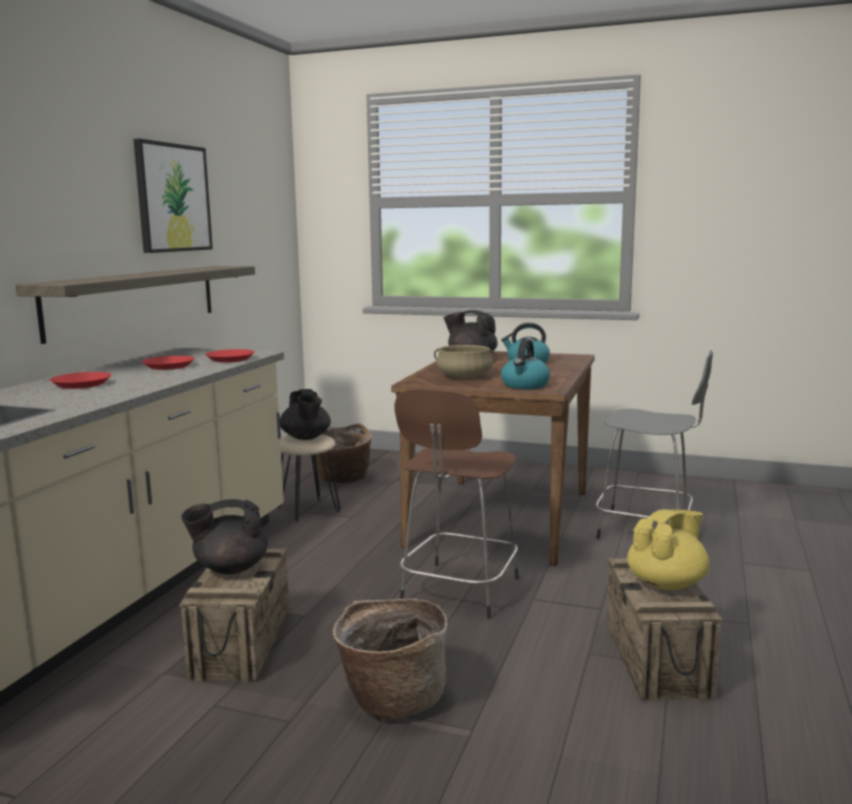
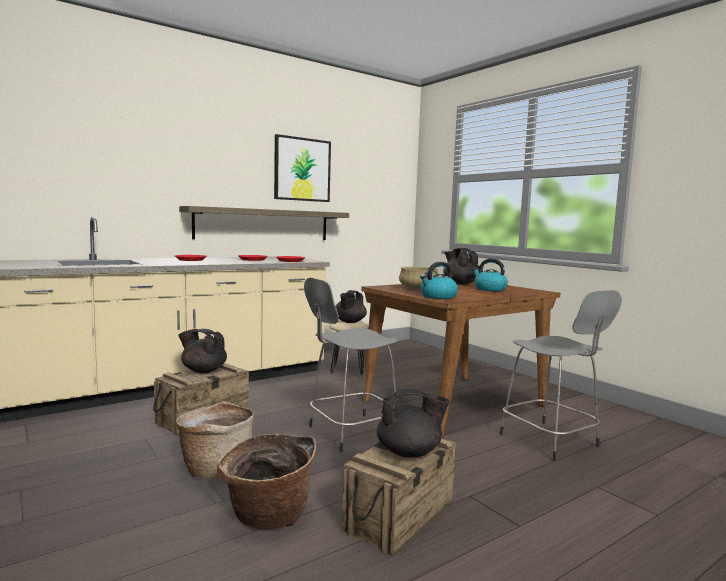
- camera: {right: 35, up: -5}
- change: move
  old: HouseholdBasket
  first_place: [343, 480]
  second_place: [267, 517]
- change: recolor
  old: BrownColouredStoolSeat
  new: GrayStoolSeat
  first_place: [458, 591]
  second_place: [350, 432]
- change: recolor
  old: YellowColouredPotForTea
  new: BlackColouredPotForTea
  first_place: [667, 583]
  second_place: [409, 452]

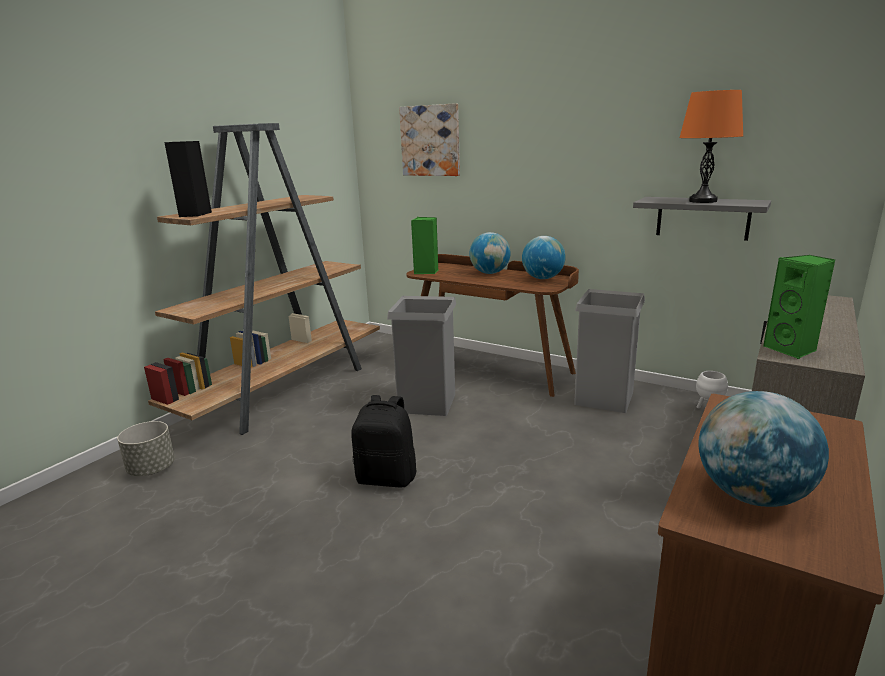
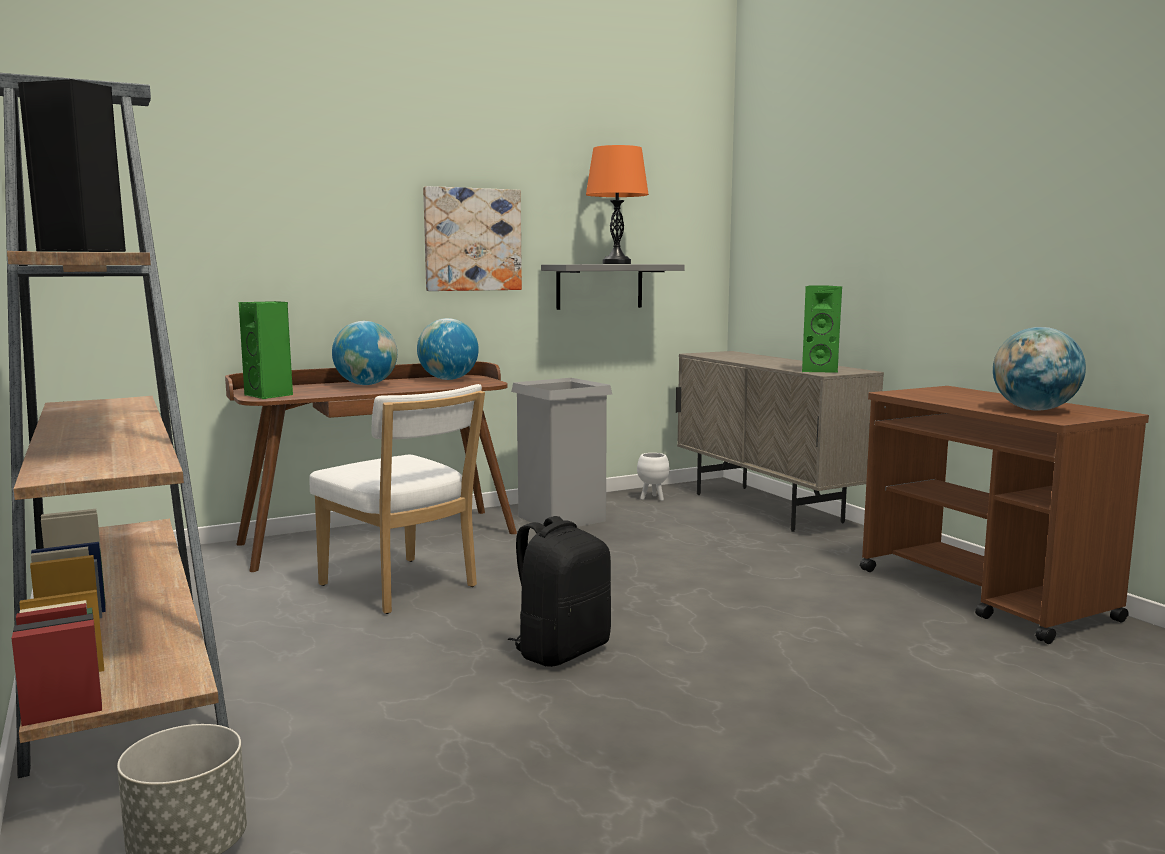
- camera: {right: -60, up: -10}
- change: replace
  old: GrayWasteBin
  new: WhitishUprightChair
  first_place: [427, 402]
  second_place: [402, 588]
- change: move
  old: WallPicture
  first_place: [430, 141]
  second_place: [472, 239]

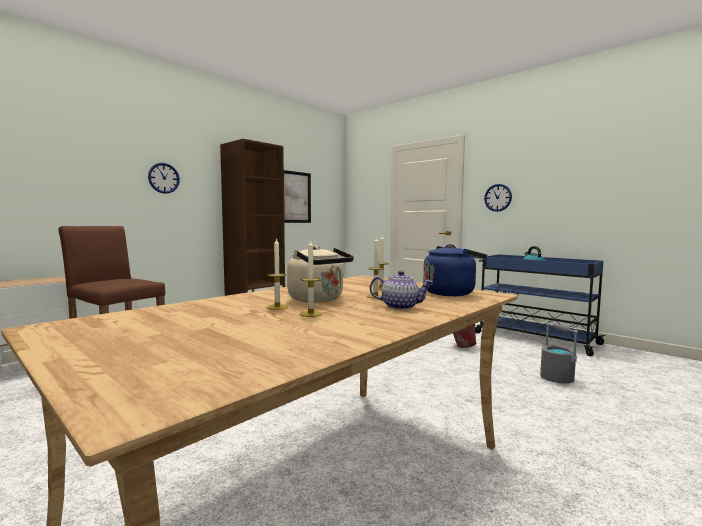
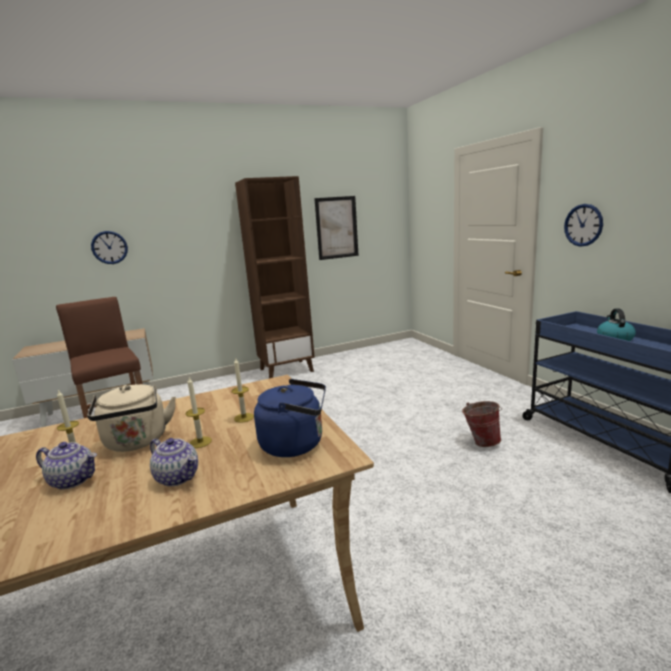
- camera: {right: 25, up: 10}
- change: replace
  old: WaxCandle
  new: PotForTea
  first_place: [310, 314]
  second_place: [73, 480]
- change: move
  old: HangingClock
  first_place: [164, 178]
  second_place: [109, 247]
- change: delete
  old: GrayWaterBucket
  first_place: [556, 379]

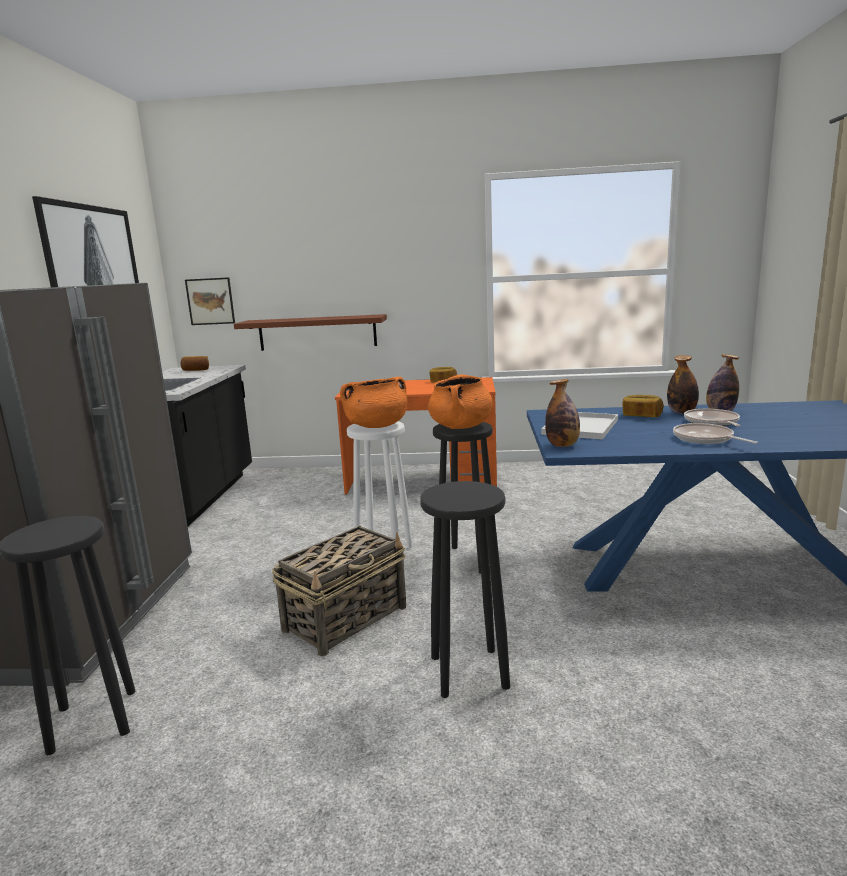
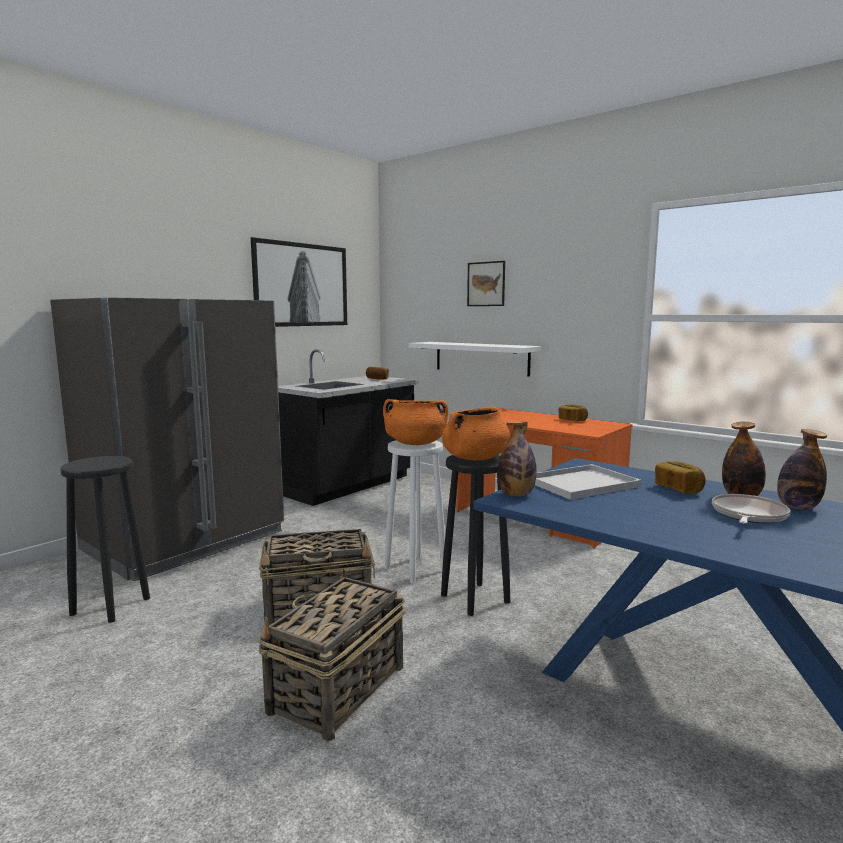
- camera: {right: 35, up: -5}
- change: replace
  old: BlackColouredStoolSeat
  new: HouseholdBasket
  first_place: [469, 672]
  second_place: [336, 690]
- change: recolor
  old: BrownColouredWallShelf
  new: WhitishWallShelf
  first_place: [317, 332]
  second_place: [481, 358]
- change: move
  old: WallPicture
  first_place: [210, 301]
  second_place: [486, 284]
- change: delete
  old: FryingPan
  first_place: [705, 439]

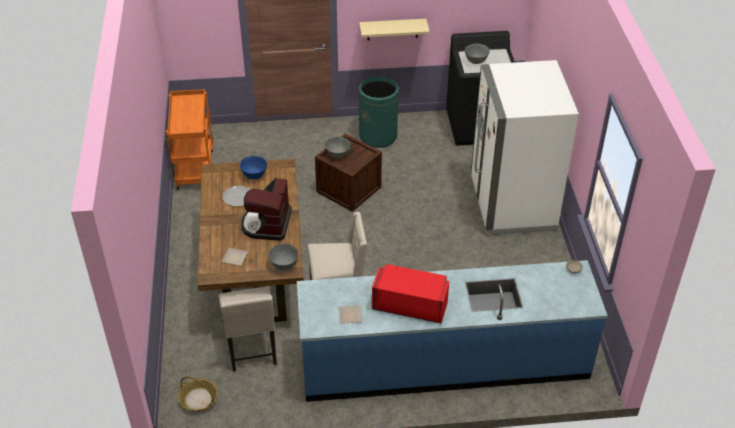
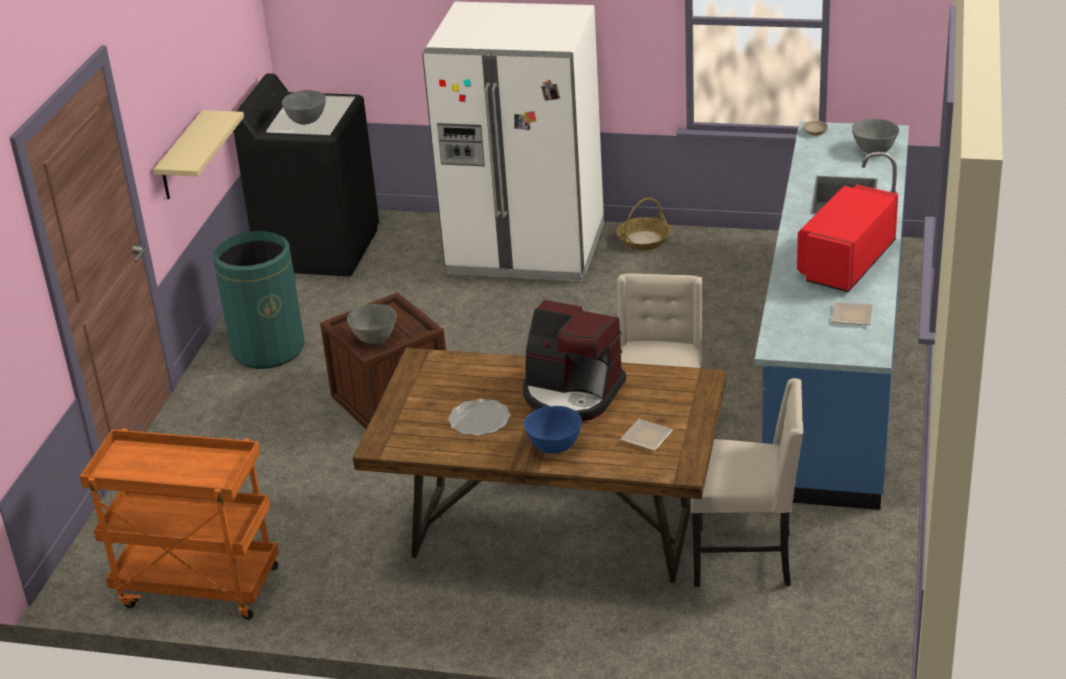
- camera: {right: -70, up: -10}
- change: move
  old: BlueDeepDish
  first_place: [254, 175]
  second_place: [554, 447]
- change: move
  old: HouseholdBasket
  first_place: [198, 399]
  second_place: [643, 240]
- change: move
  old: GrayDeepDish
  first_place: [284, 265]
  second_place: [874, 151]

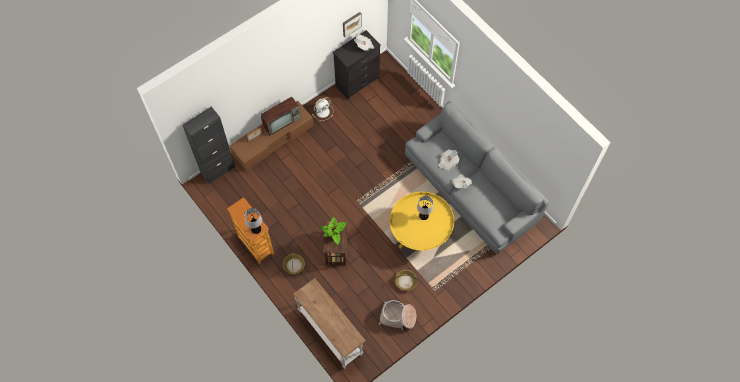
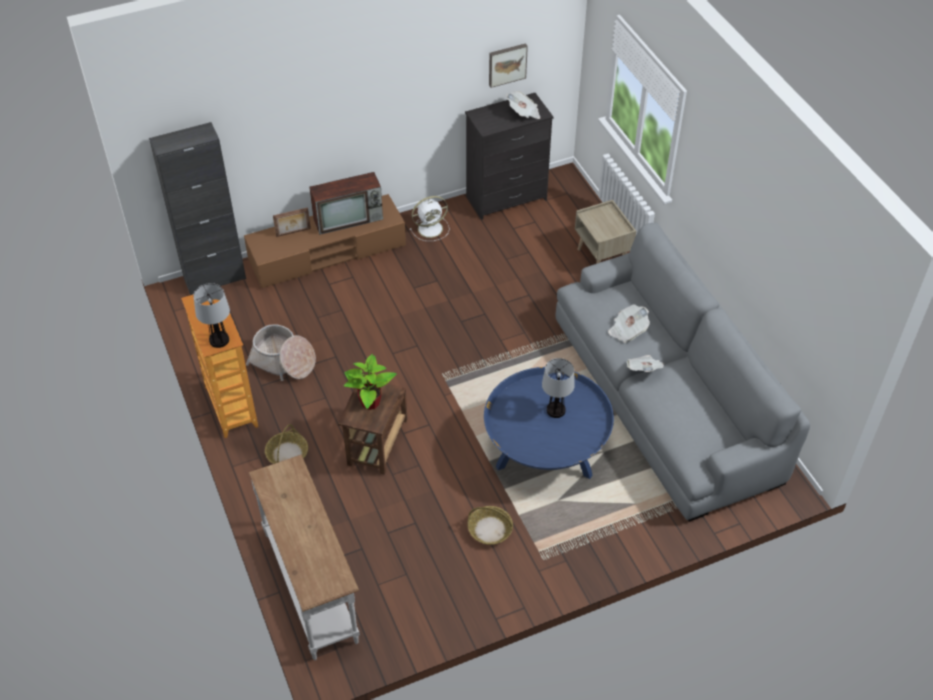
- camera: {right: 15, up: -15}
- change: move
  old: HouseholdBasket
  first_place: [398, 317]
  second_place: [283, 361]
- change: recolor
  old: YellowColouredLoungeTable
  new: BlueLoungeTable
  first_place: [420, 232]
  second_place: [545, 451]
- change: insert
  new: BeigeColouredBedsideTable
  second_place: [602, 258]

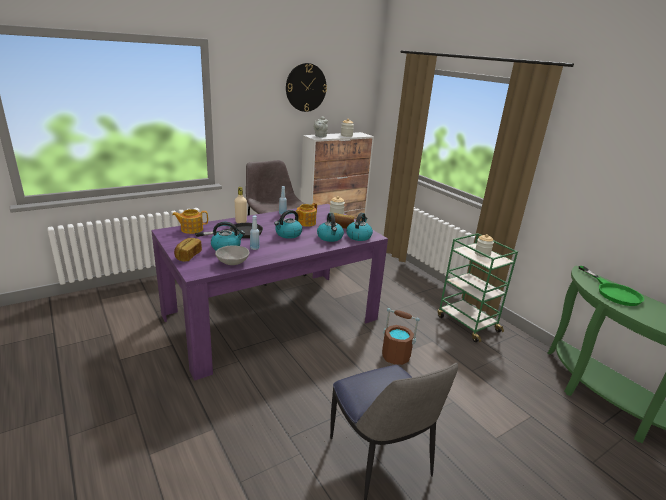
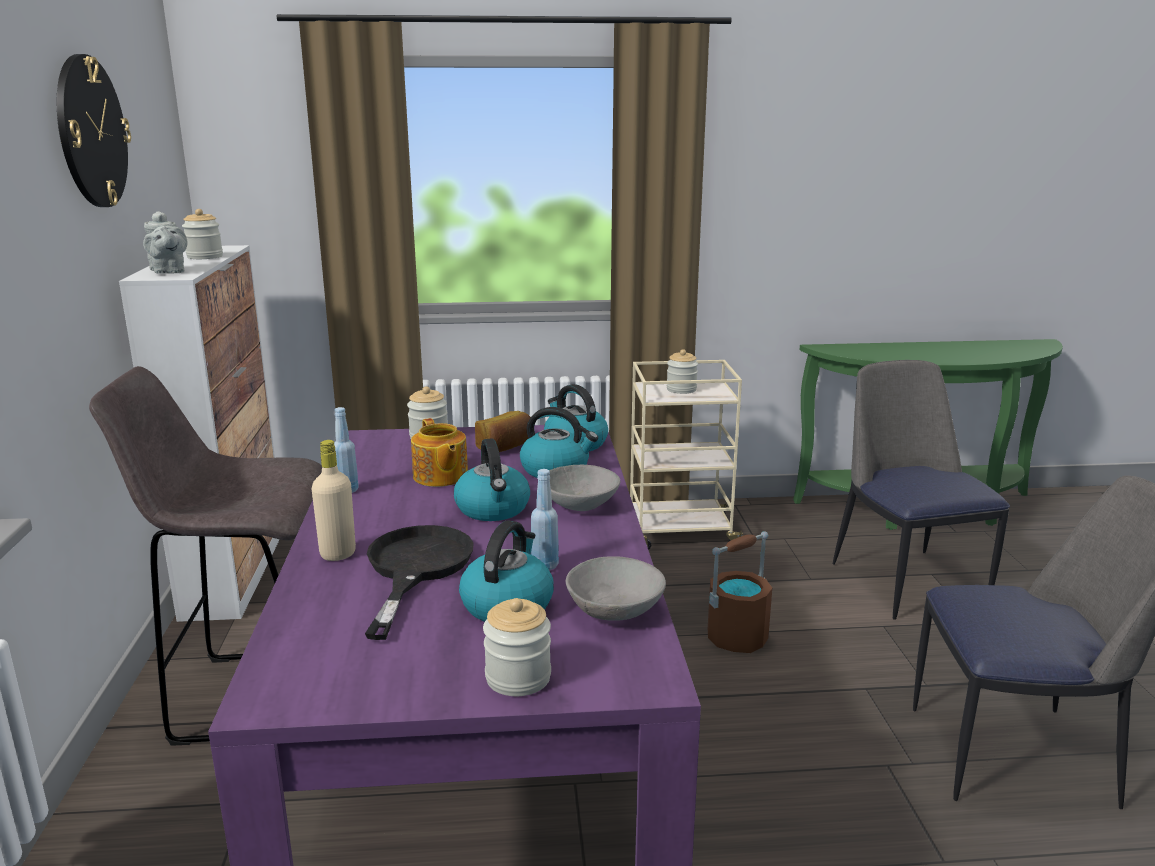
- camera: {right: -60, up: -5}
- change: replace
  old: Bread
  new: Jar
  first_place: [188, 256]
  second_place: [518, 678]
- change: insert
  new: GrayDeepDish
  second_place: [580, 505]
- change: recolor
  old: GreenishCart
  new: BeigeColouredCart
  first_place: [467, 323]
  second_place: [680, 533]
- change: insert
  new: UprightChair
  second_place: [906, 581]
- change: delete
  old: PotForTea
  first_place: [191, 229]
- change: delete
  old: GreenishFryingPan
  first_place: [613, 292]

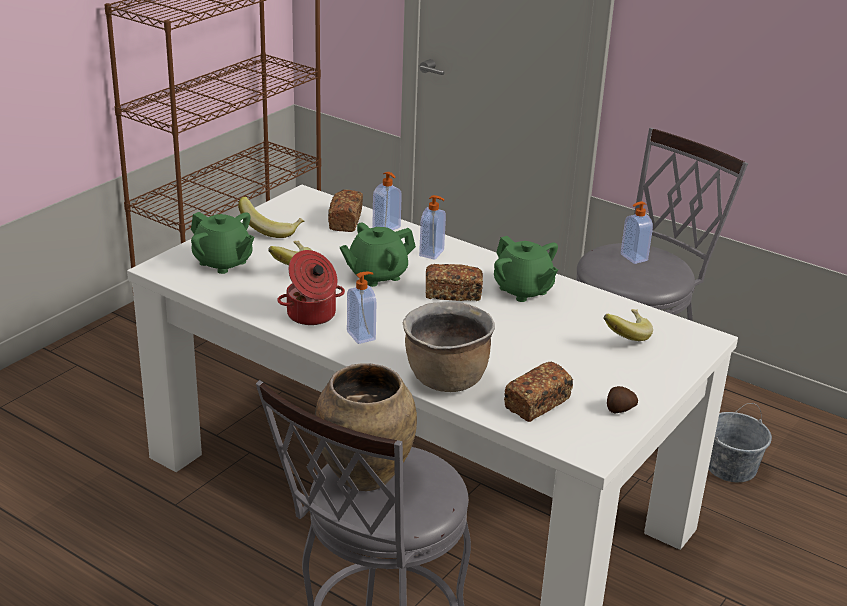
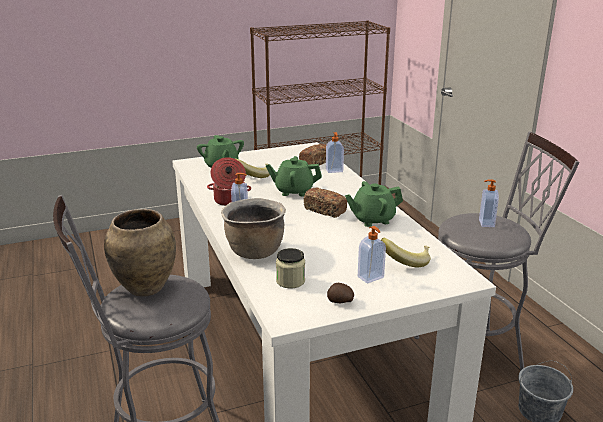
- camera: {right: 35, up: -5}
- change: replace
  old: Bread
  new: Jar
  first_place: [537, 404]
  second_place: [290, 281]
- change: rotate
  old: GreenishPotForTea
  first_place: [523, 290]
  second_place: [372, 219]
  degrees: 75
- change: move
  old: SoapBottle
  first_place: [432, 253]
  second_place: [371, 277]
- change: delete
  old: WholeBanana
  first_place: [272, 230]

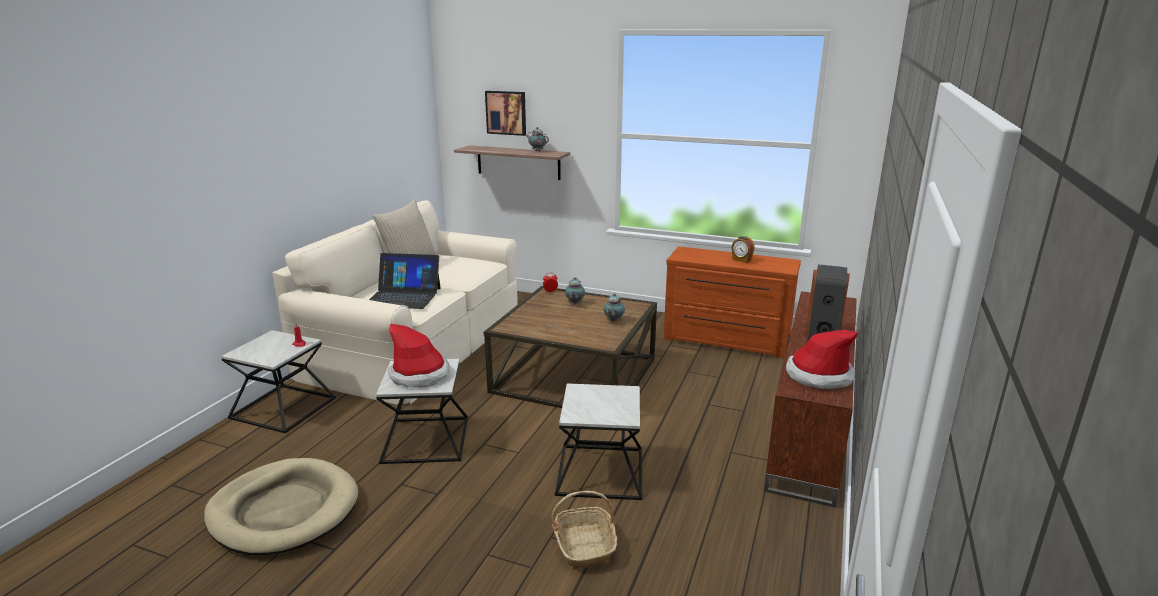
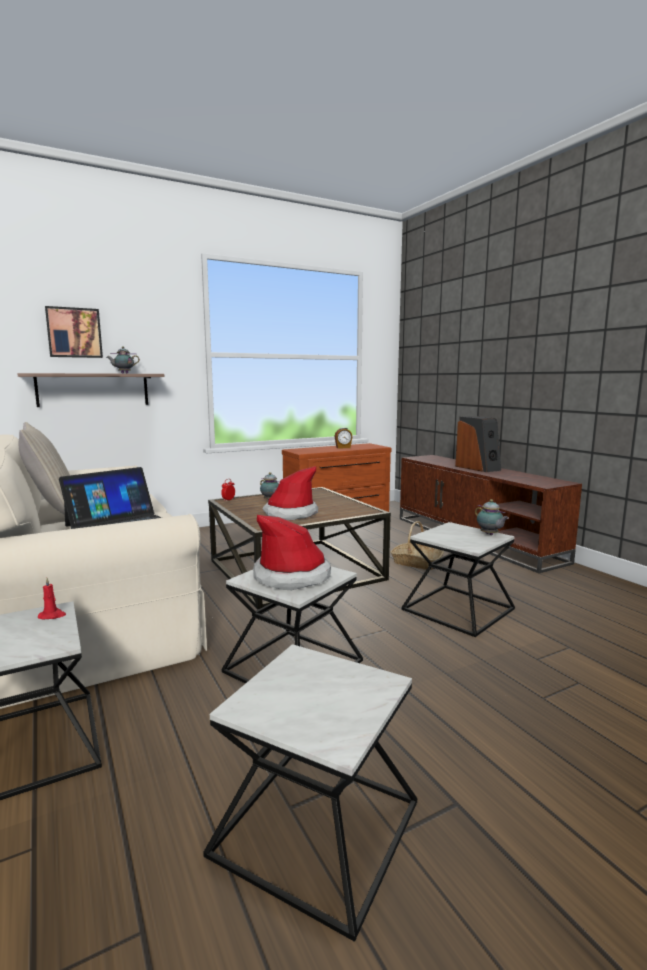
- camera: {right: -50, up: -10}
- change: replace
  old: BeigeColouredDogBed
  new: SideTable
  first_place: [284, 510]
  second_place: [315, 828]
- change: move
  old: WearableHat
  first_place: [818, 375]
  second_place: [290, 513]
- change: move
  old: HouseholdBasket
  first_place: [584, 545]
  second_place: [416, 563]
- change: move
  old: PotForTea
  first_place: [613, 321]
  second_place: [490, 534]

